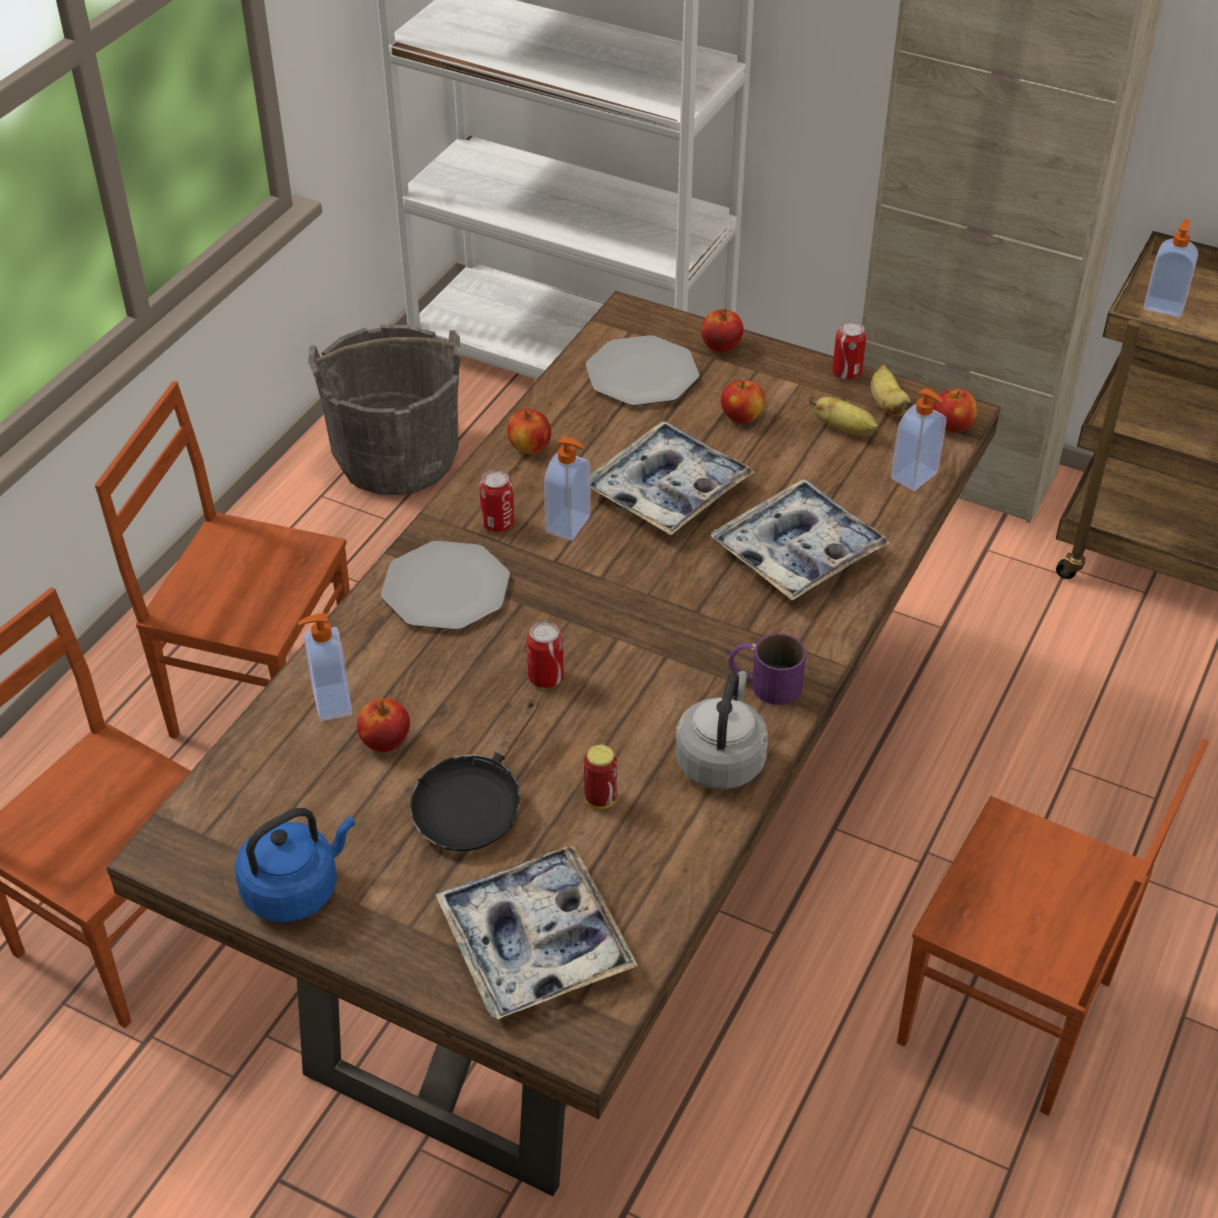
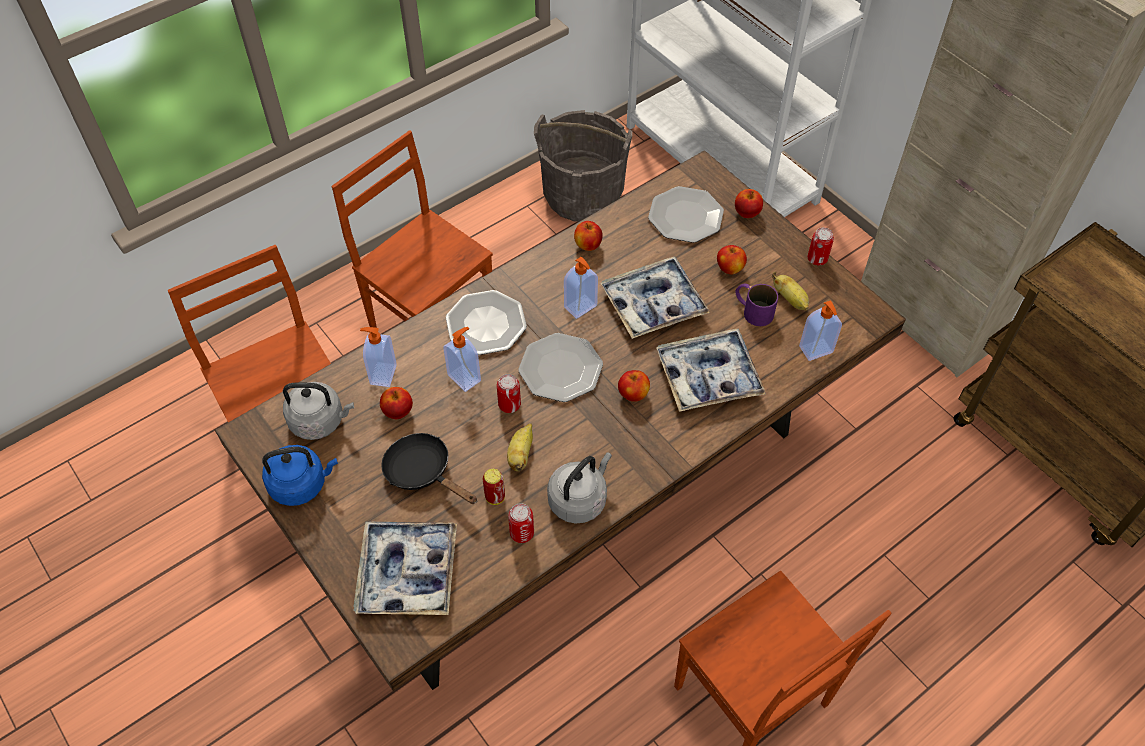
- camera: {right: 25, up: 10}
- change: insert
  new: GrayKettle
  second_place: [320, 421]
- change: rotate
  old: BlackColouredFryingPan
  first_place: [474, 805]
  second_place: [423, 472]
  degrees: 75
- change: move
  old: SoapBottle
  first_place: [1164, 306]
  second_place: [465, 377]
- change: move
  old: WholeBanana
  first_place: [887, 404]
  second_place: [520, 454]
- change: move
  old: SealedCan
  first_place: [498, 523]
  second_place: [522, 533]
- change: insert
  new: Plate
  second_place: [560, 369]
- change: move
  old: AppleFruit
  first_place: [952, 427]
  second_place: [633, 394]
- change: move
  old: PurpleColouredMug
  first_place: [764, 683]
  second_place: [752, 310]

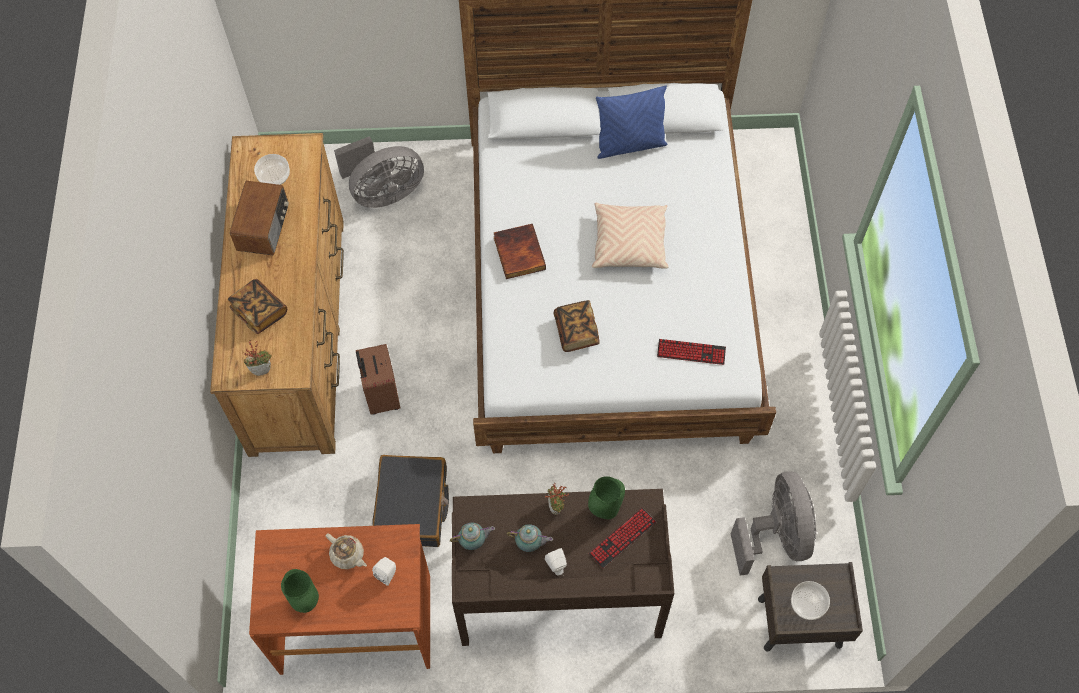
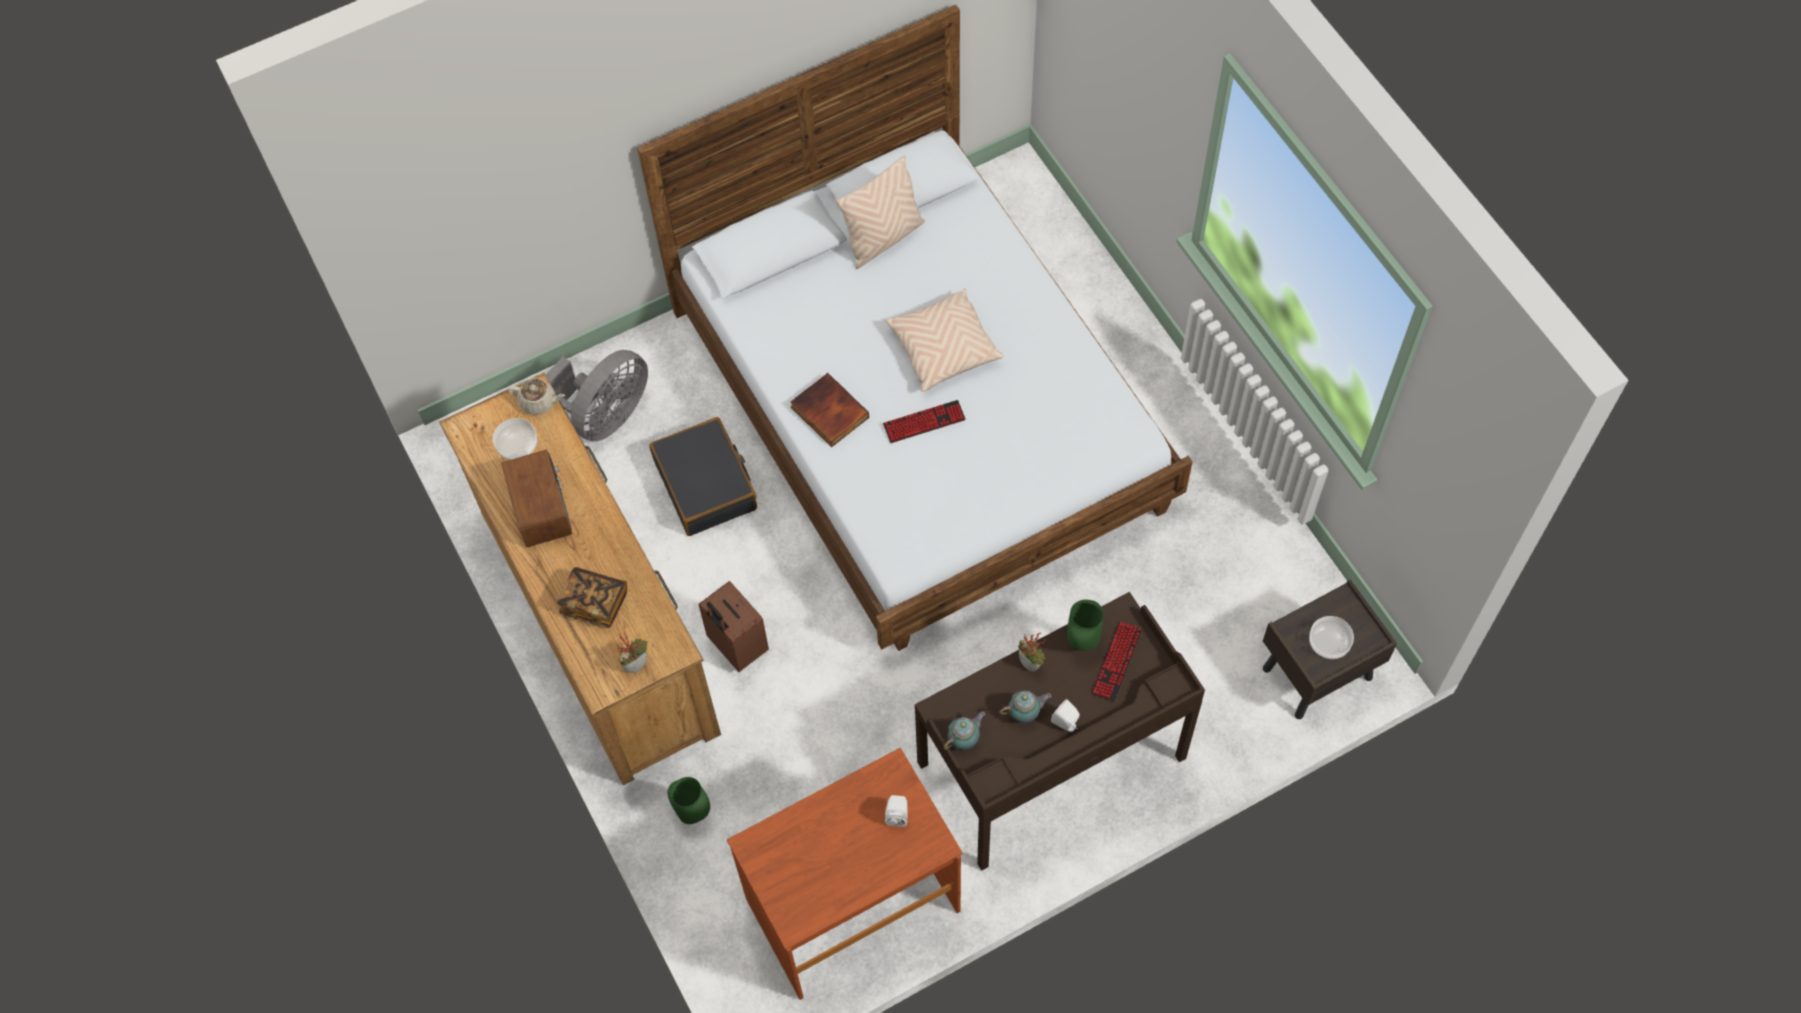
- camera: {right: -25, up: 0}
- change: move
  old: BeigeColouredPotForTea
  first_place: [348, 555]
  second_place: [539, 402]
- change: move
  old: BlackColouredTravelCase
  first_place: [412, 506]
  second_place: [706, 484]
- change: move
  old: GreenishFlowerVase
  first_place: [305, 602]
  second_place: [692, 814]
- change: recolor
  old: BluePillow
  new: BeigeColouredPillow
  first_place: [630, 145]
  second_place: [883, 238]
- change: move
  old: PcKeyboard
  first_place: [691, 352]
  second_place: [924, 422]
- change: delete
  old: Book
  first_place: [576, 332]
- change: delete
  old: GrayFan
  first_place: [775, 535]

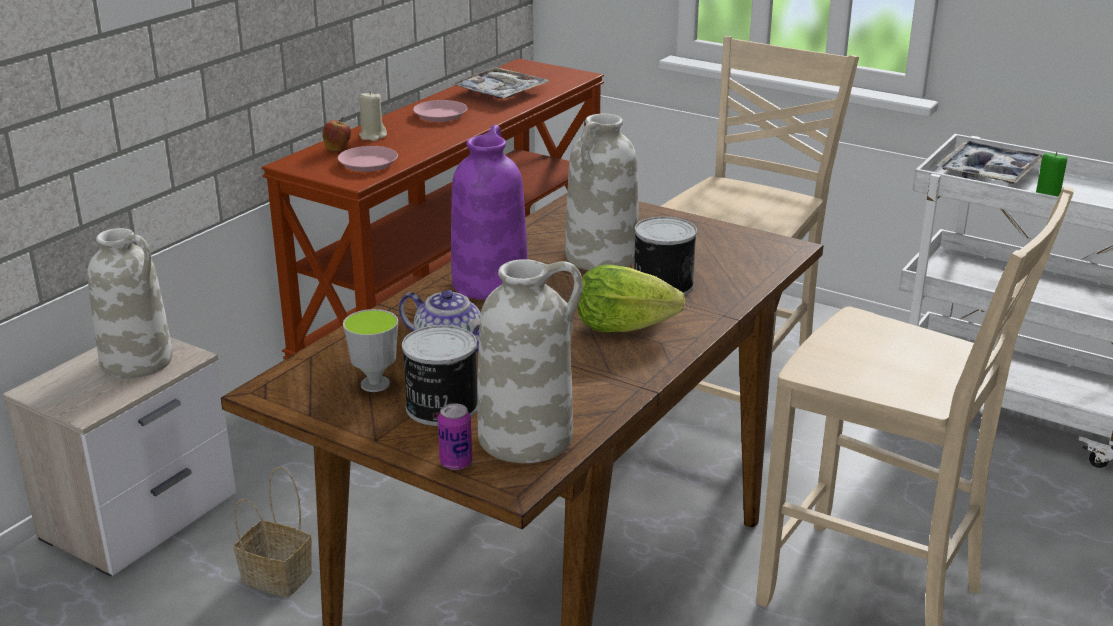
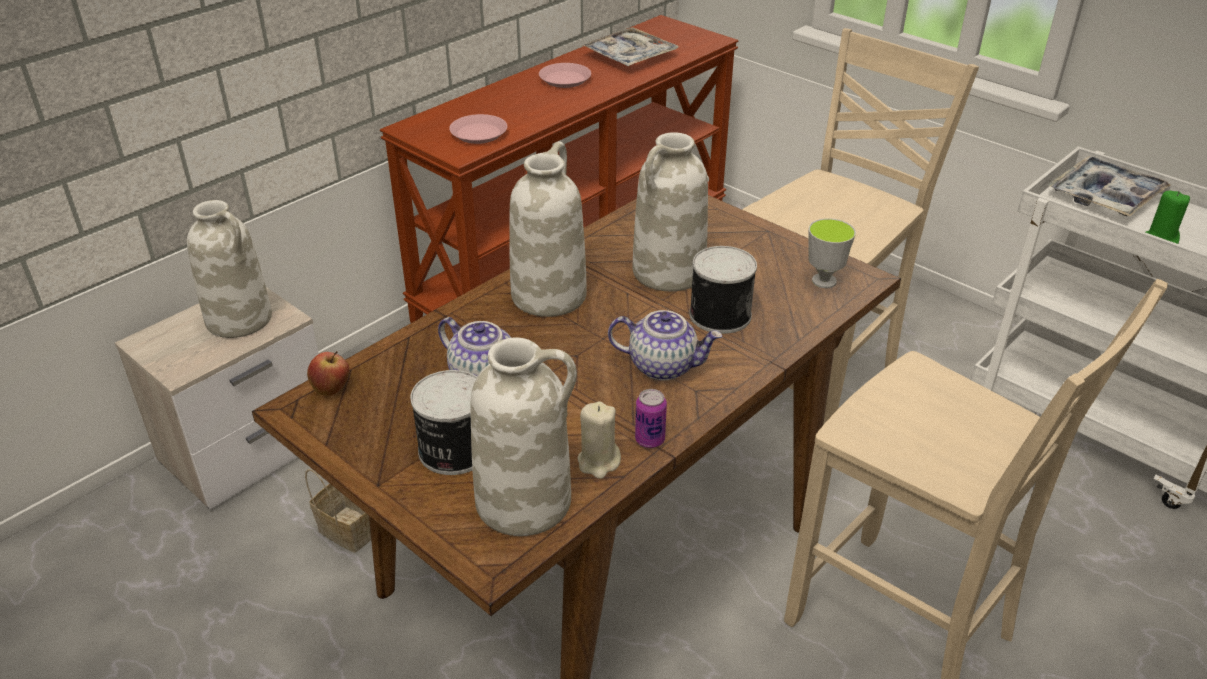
- camera: {right: 10, up: 10}
- change: move
  old: AppleFruit
  first_place: [338, 148]
  second_place: [332, 389]
- change: recolor
  old: PurpleColouredFlowerVase
  new: WhitishFlowerVase
  first_place: [489, 283]
  second_place: [548, 294]
- change: move
  old: BeigeColouredWaxCandle
  first_place: [373, 136]
  second_place: [598, 462]
- change: replace
  old: LettuceHead
  new: PotForTea
  first_place: [622, 327]
  second_place: [663, 366]
- change: move
  old: SealedCan
  first_place: [456, 463]
  second_place: [649, 440]
- change: move
  old: SmallCup
  first_place: [375, 384]
  second_place: [824, 281]

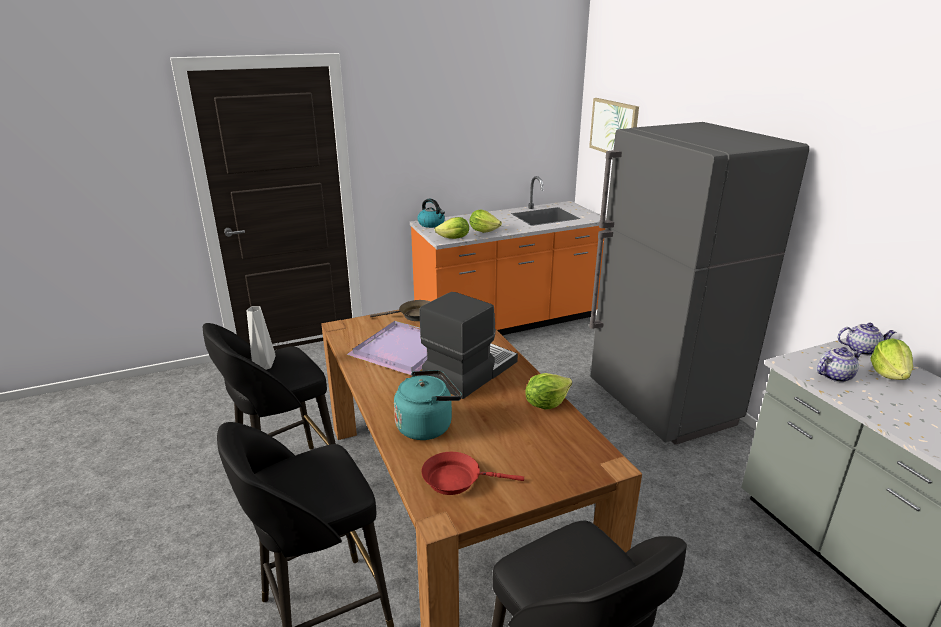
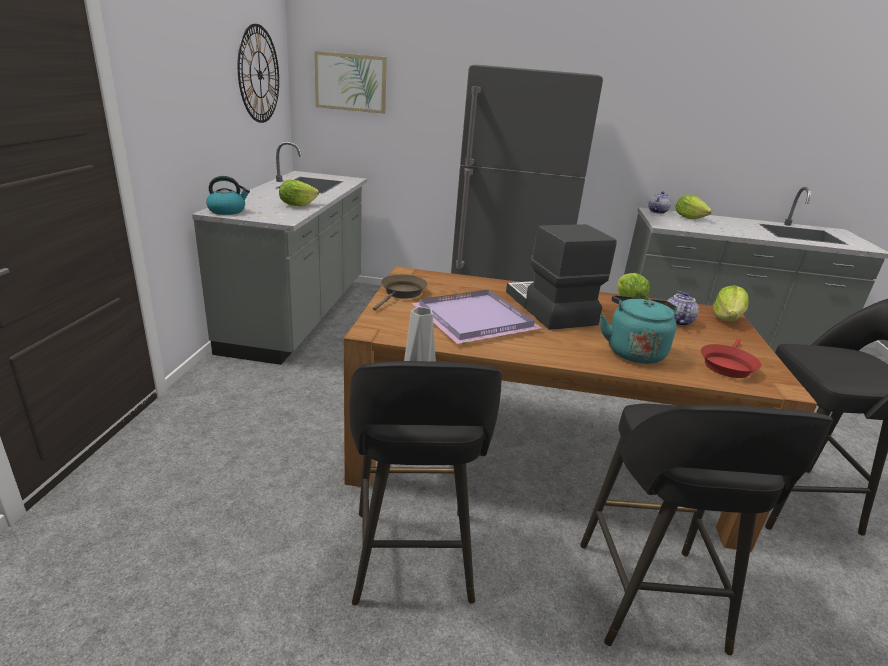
- camera: {right: -60, up: 0}
- change: recolor
  old: OrangeyKitchenCounter
  new: GrayKitchenCounter
  first_place: [507, 323]
  second_place: [299, 315]
- change: insert
  new: HangingClock
  second_place: [259, 74]
- change: move
  old: PotForTea
  first_place: [834, 376]
  second_place: [676, 321]
- change: move
  old: LettuceHead
  first_place: [454, 238]
  second_place: [727, 318]

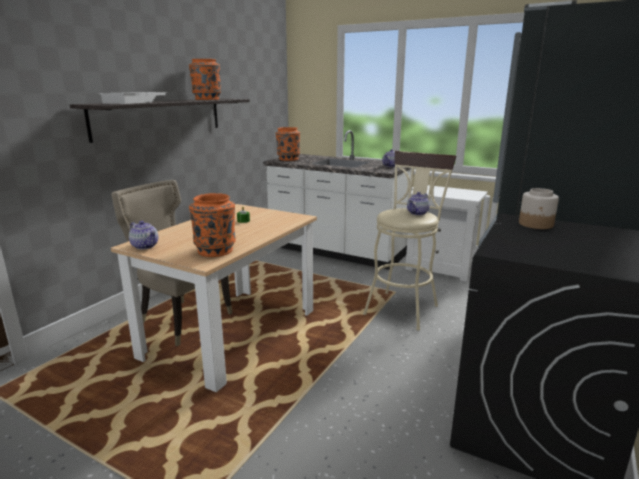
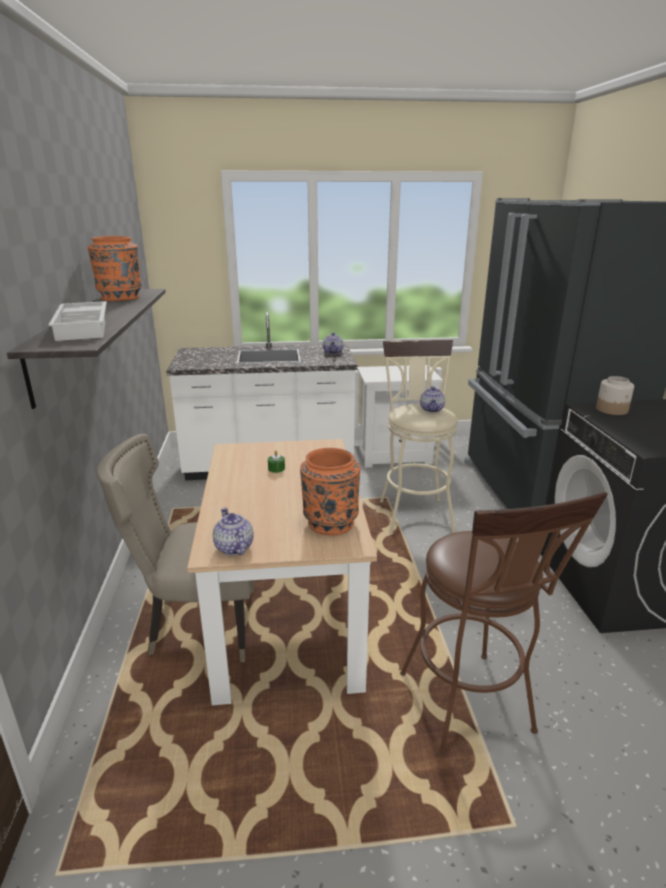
- camera: {right: -35, up: 5}
- change: rotate
  old: PotForTea
  first_place: [145, 246]
  second_place: [233, 547]
  degrees: -120
- change: insert
  new: BrownColouredStoolSeat
  second_place: [470, 711]
- change: delete
  old: OrangeyFlowerVase
  first_place: [288, 159]

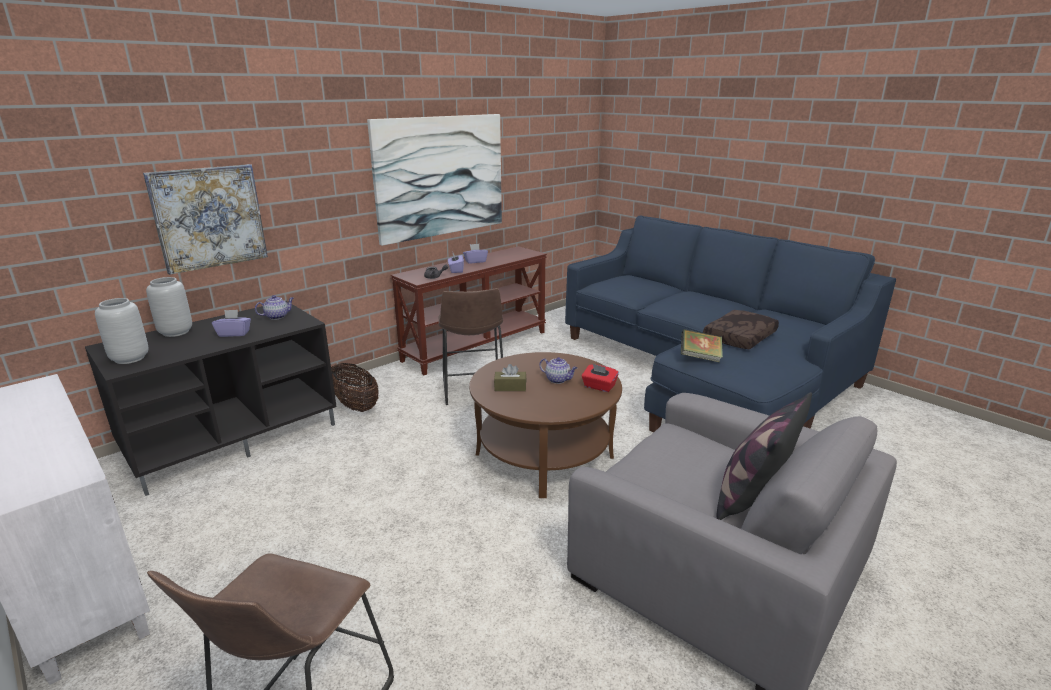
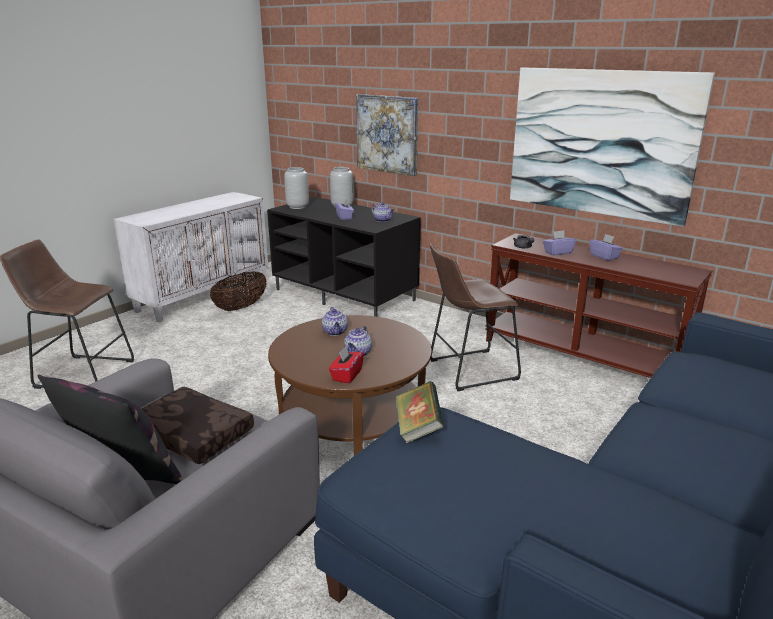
- camera: {right: 80, up: 0}
- change: move
  old: BrownColouredPillow
  first_place: [740, 338]
  second_place: [190, 435]
- change: move
  old: HouseholdBasket
  first_place: [356, 406]
  second_place: [241, 307]
- change: replace
  old: BrownColouredTissueBox
  new: PotForTea
  first_place: [510, 387]
  second_place: [335, 332]

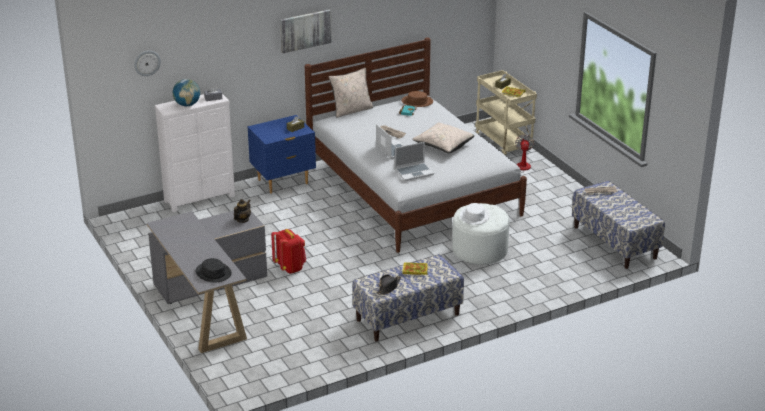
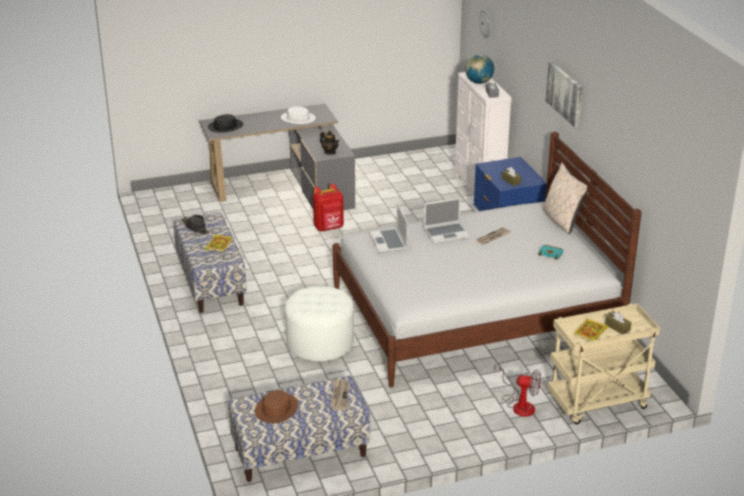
- camera: {right: 100, up: 0}
- change: move
  old: BrownColouredWearableHat
  first_place: [417, 101]
  second_place: [276, 409]
- change: move
  old: WhitishWearableHat
  first_place: [474, 216]
  second_place: [298, 118]
- change: delete
  old: BeigeColouredPillow
  first_place: [443, 145]

